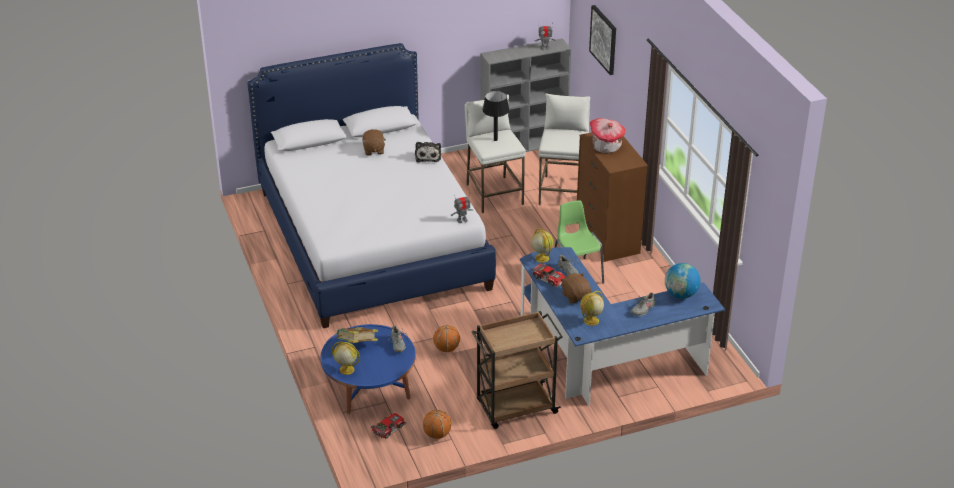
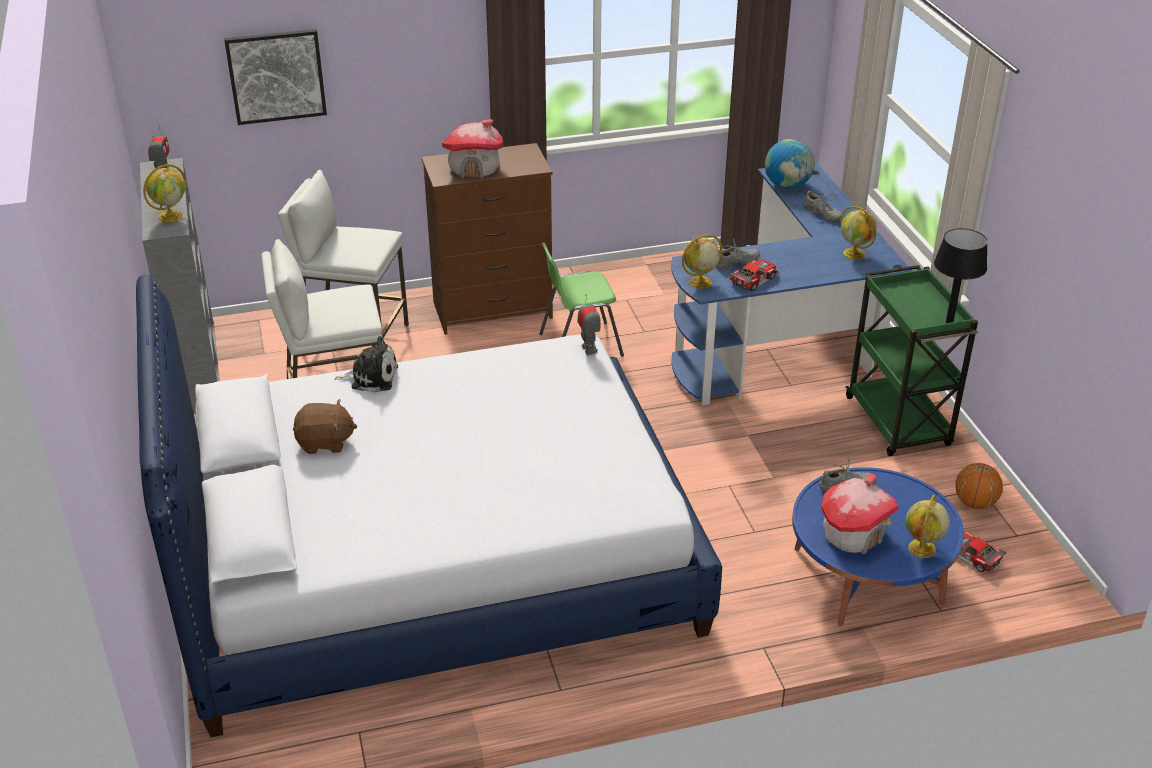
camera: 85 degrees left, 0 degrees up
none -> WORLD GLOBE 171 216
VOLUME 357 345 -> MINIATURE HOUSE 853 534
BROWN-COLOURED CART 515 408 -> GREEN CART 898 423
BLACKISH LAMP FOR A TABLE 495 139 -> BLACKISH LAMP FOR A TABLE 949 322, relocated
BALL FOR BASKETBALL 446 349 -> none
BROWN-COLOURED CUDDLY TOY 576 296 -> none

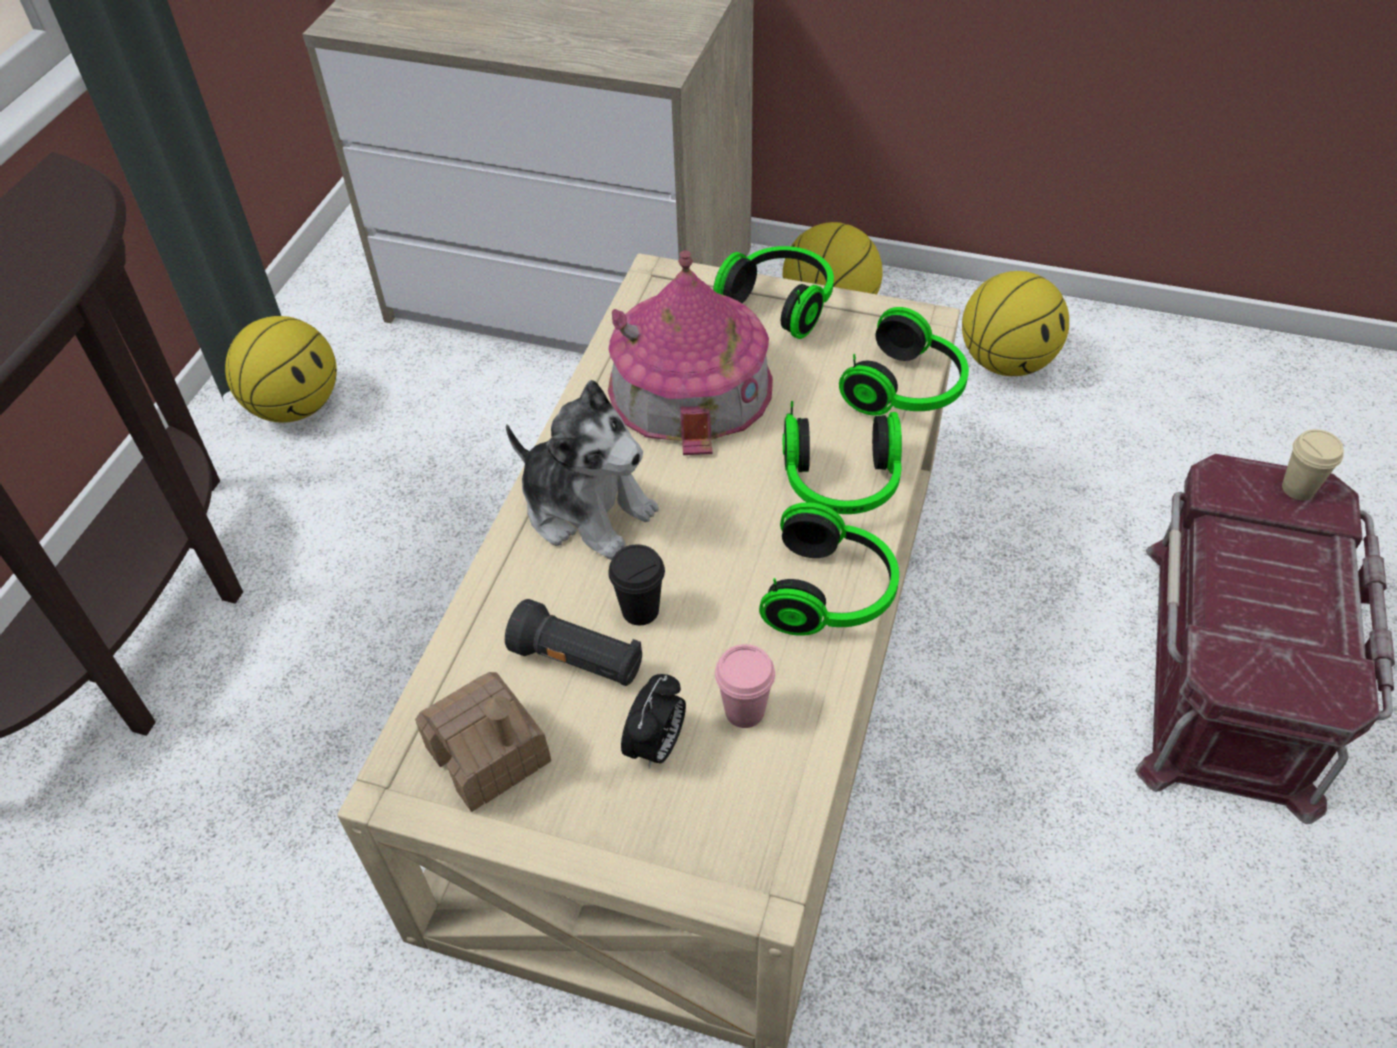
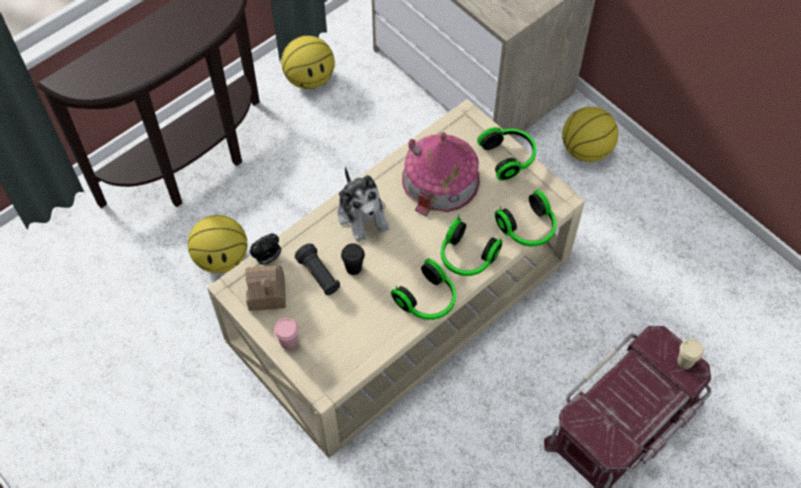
camera: 30 degrees right, 10 degrees up
BALL FOR BASKETBALL 1007 362 -> BALL FOR BASKETBALL 222 258, relocated
BEDSIDE CLOCK 656 747 -> BEDSIDE CLOCK 267 258, relocated
PINK-COLOURED SMALL CUP 744 711 -> PINK-COLOURED SMALL CUP 288 342, relocated

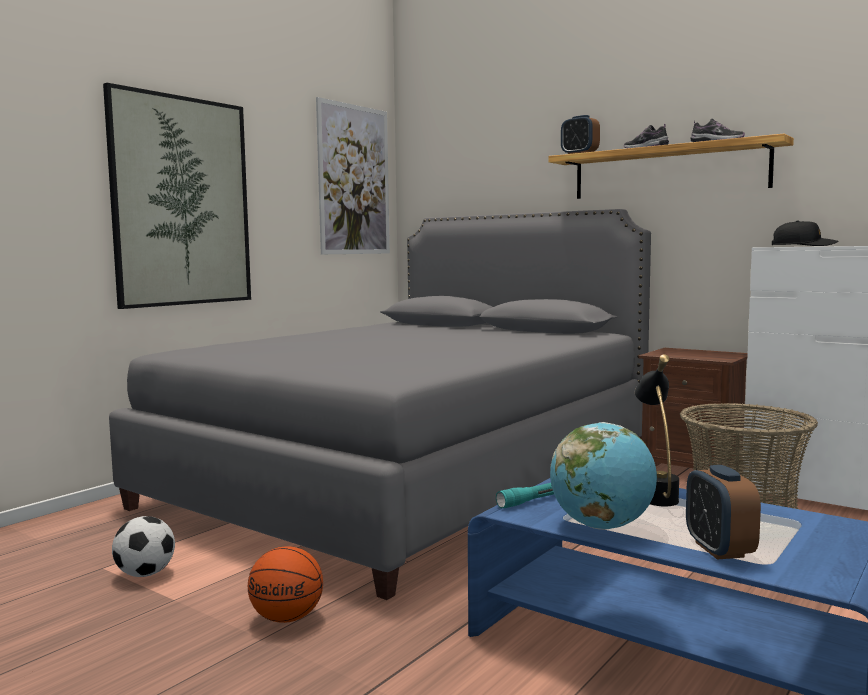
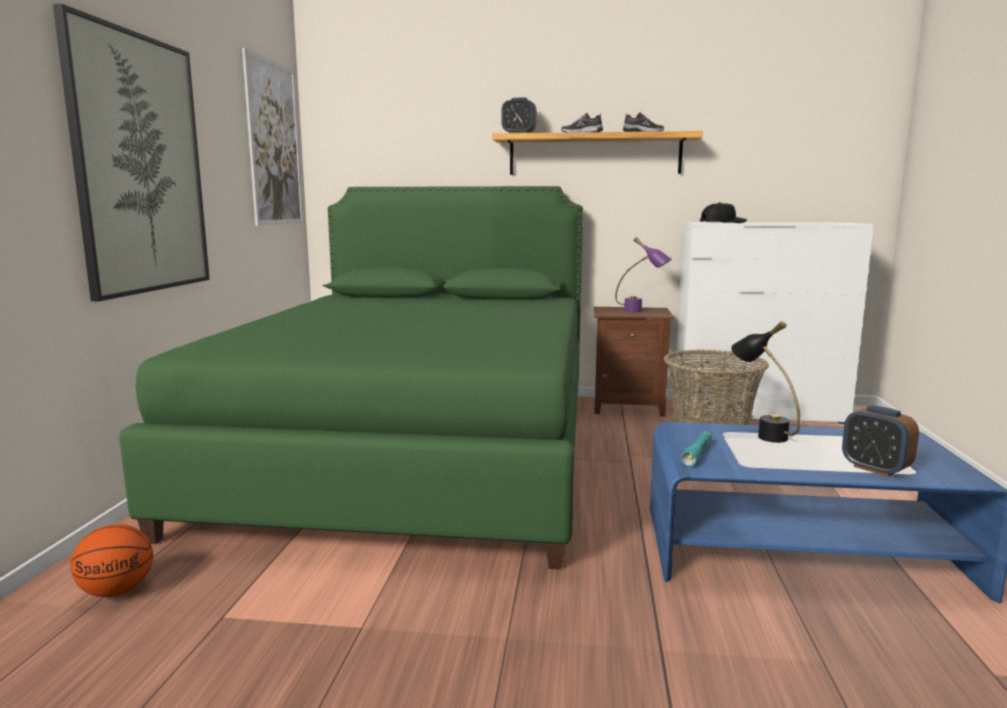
camera: 30 degrees left, 5 degrees up
BALL FOR BASKETBALL 288 618 -> BALL FOR BASKETBALL 118 591, relocated
GREY BED 408 479 -> GREEN BED 417 451
none -> PURPLISH LAMP FOR A TABLE 641 311
BALL FOR FOOTBALL 145 574 -> none
WORLD GLOBE 602 526 -> none

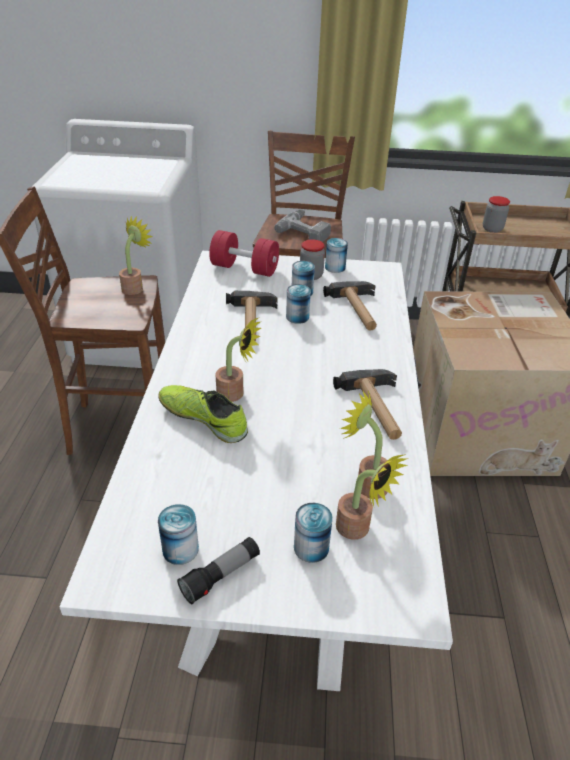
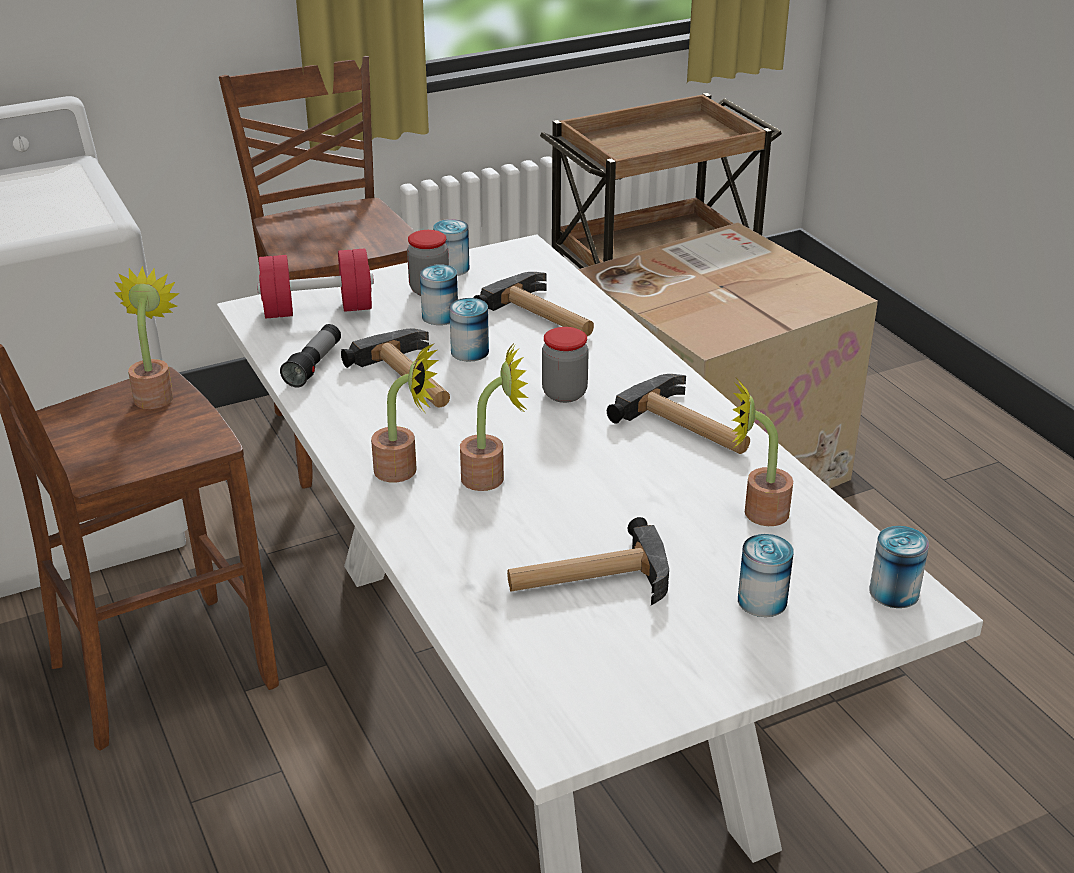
camera: 30 degrees left, 5 degrees down
HAND TORCH 221 576 -> HAND TORCH 314 365, relocated
PLANT IN A POT 358 530 -> PLANT IN A POT 404 471, relocated
none -> HAND HAMMER 587 579
STORAGE JAR 492 229 -> STORAGE JAR 564 393, relocated
CAN 180 549 -> CAN 894 592, relocated
ITEM OF FOOTWEAR 203 419 -> none
DRILL 307 231 -> none

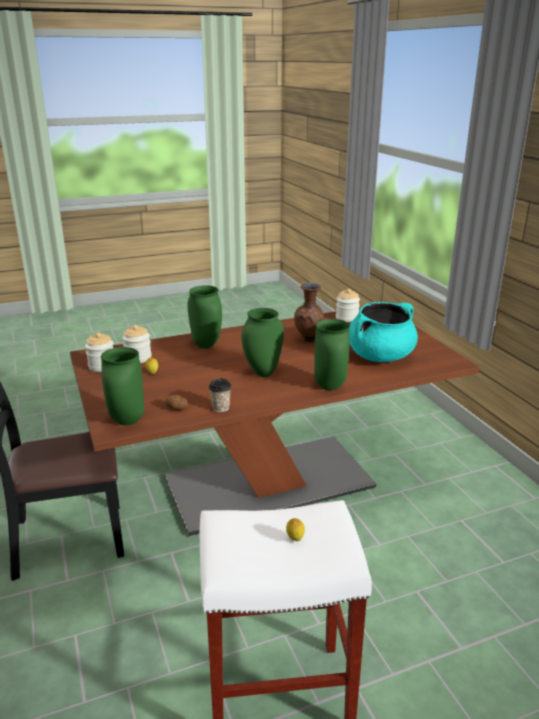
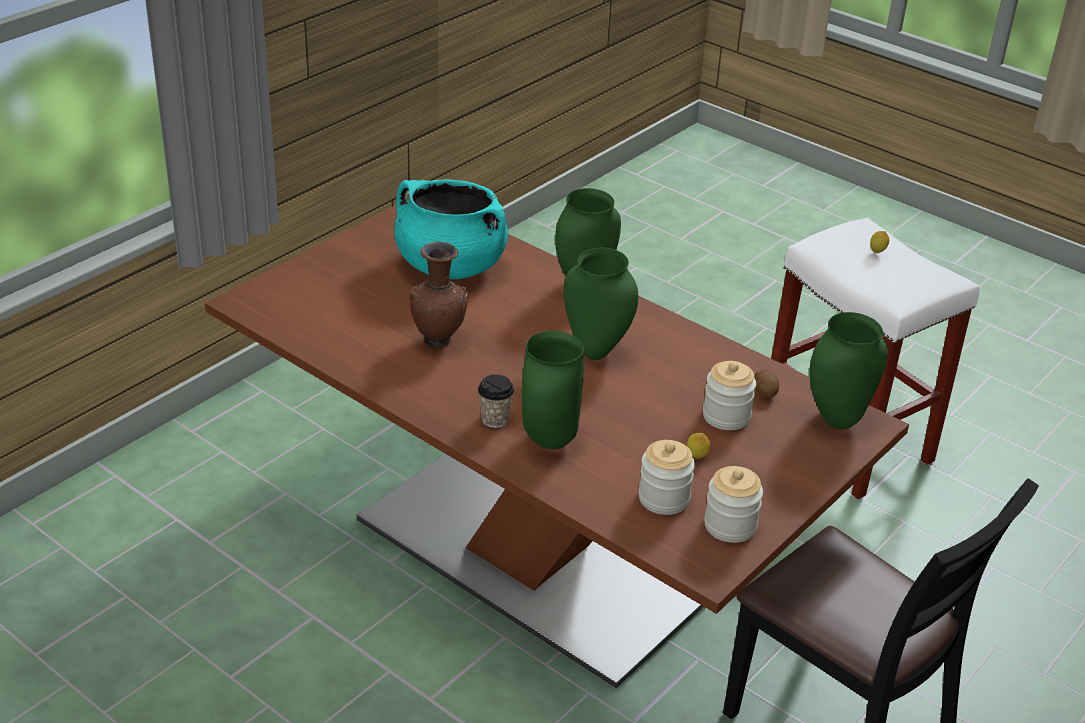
camera: 120 degrees left, 10 degrees up
SMALL CUP 220 407 -> SMALL CUP 495 419, relocated
STORAGE JAR 347 318 -> STORAGE JAR 726 416, relocated

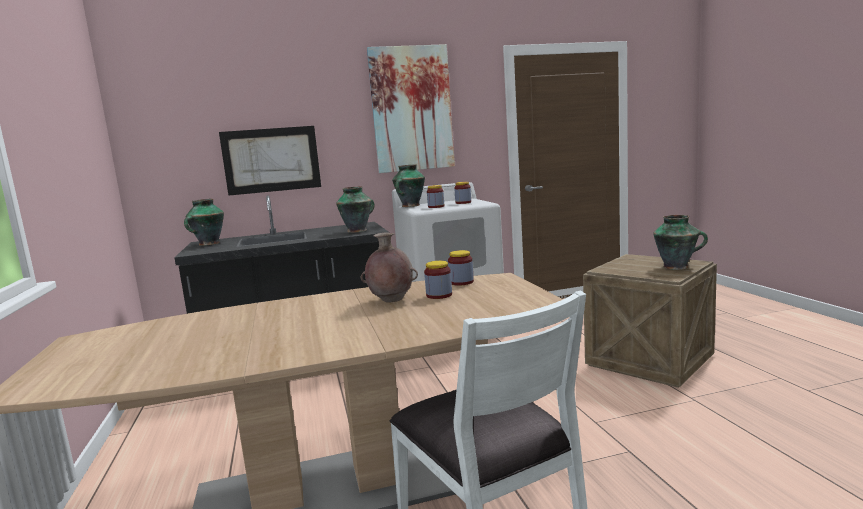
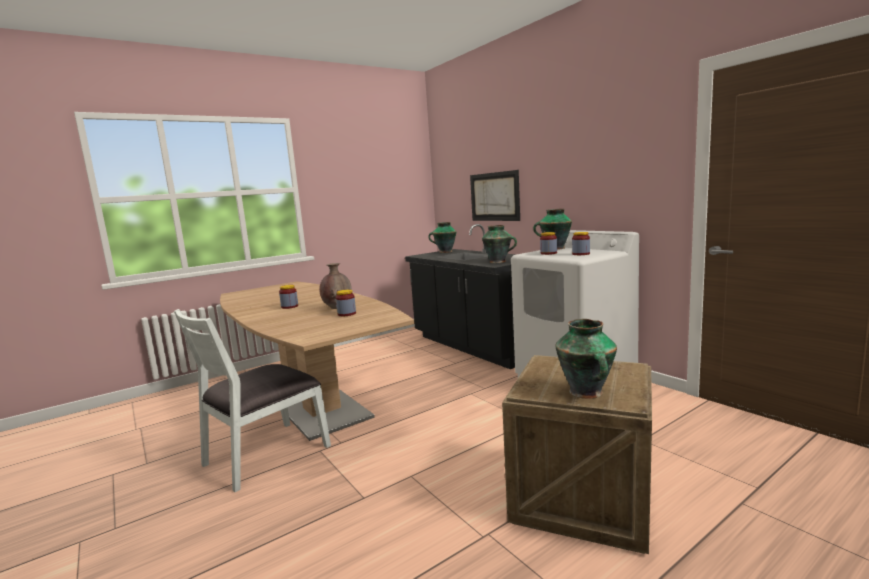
camera: 70 degrees right, 0 degrees up
STORAGE JAR 461 282 -> STORAGE JAR 289 306, relocated
WALL ART 411 109 -> none

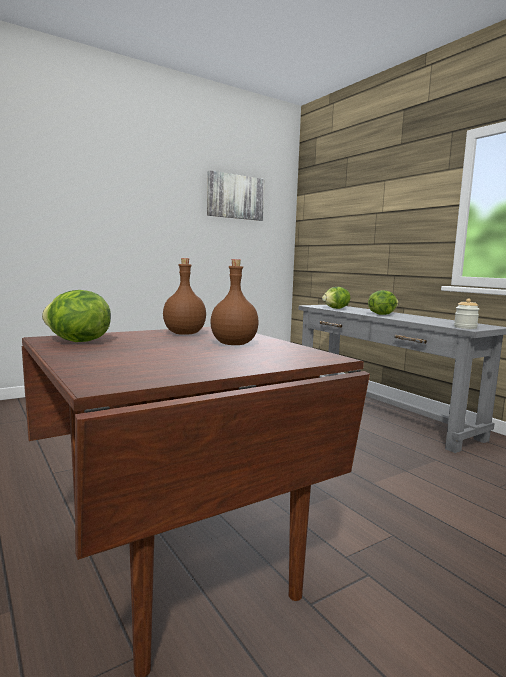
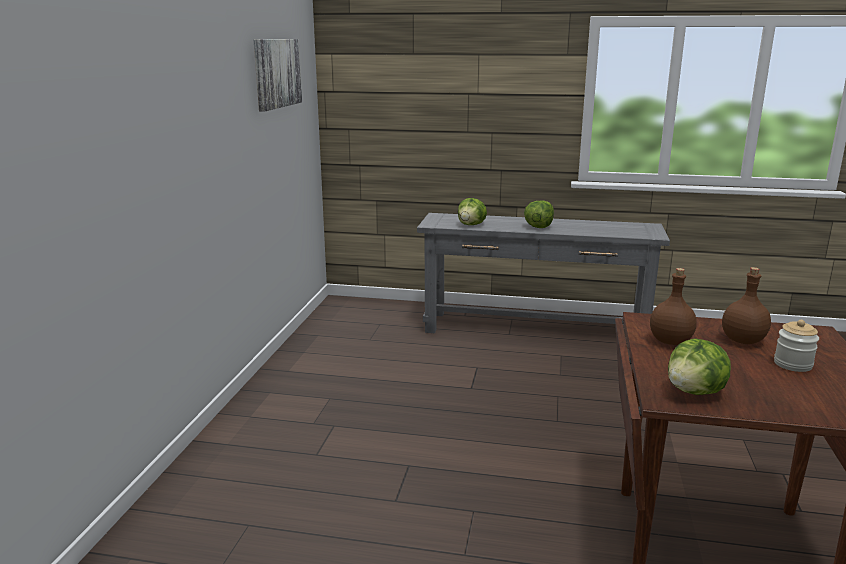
camera: 45 degrees left, 10 degrees up
STORAGE JAR 465 327 -> STORAGE JAR 793 364, relocated

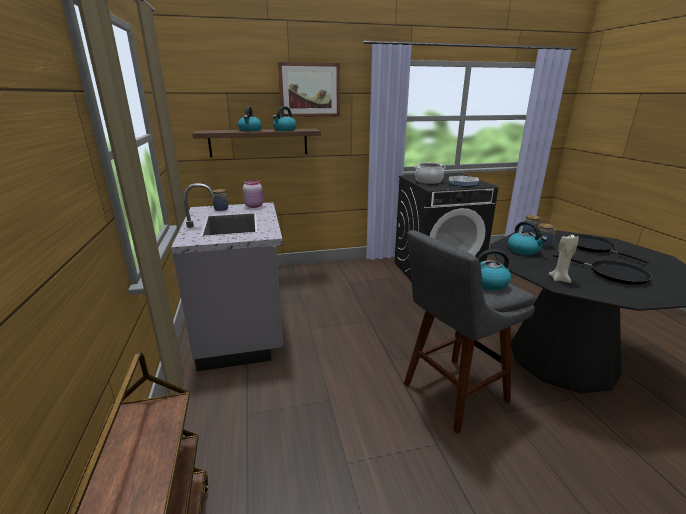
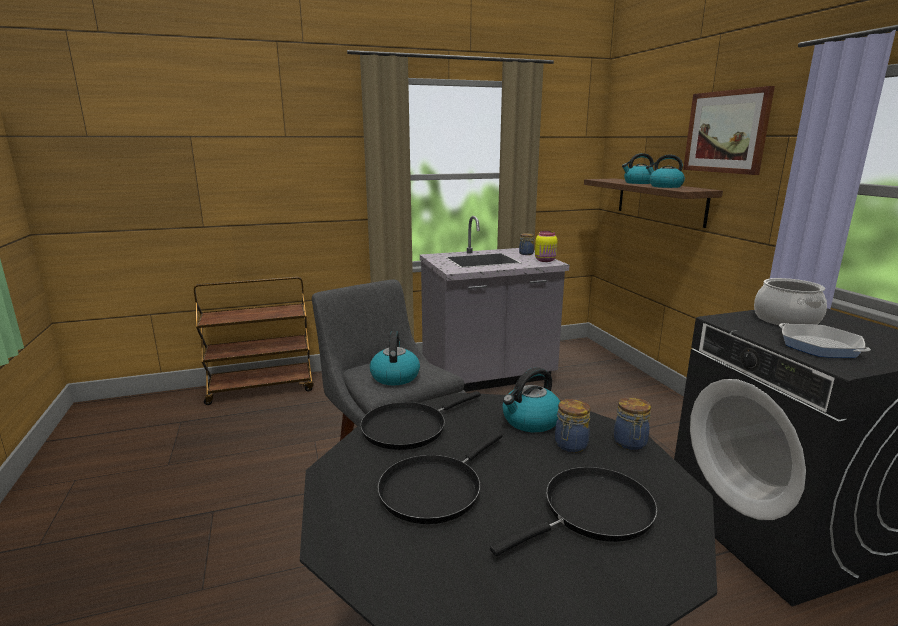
camera: 85 degrees right, 5 degrees down
BEIGE WAX LIGHT 559 279 -> BLACKISH FRYING PAN 409 428
PINK-COLOURED STORAGE JAR 254 206 -> YELLOW-COLOURED STORAGE JAR 545 260

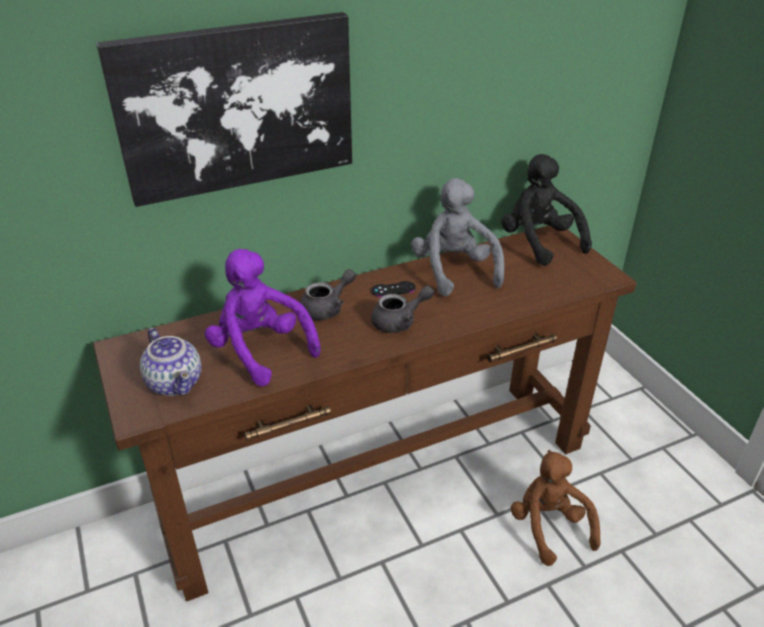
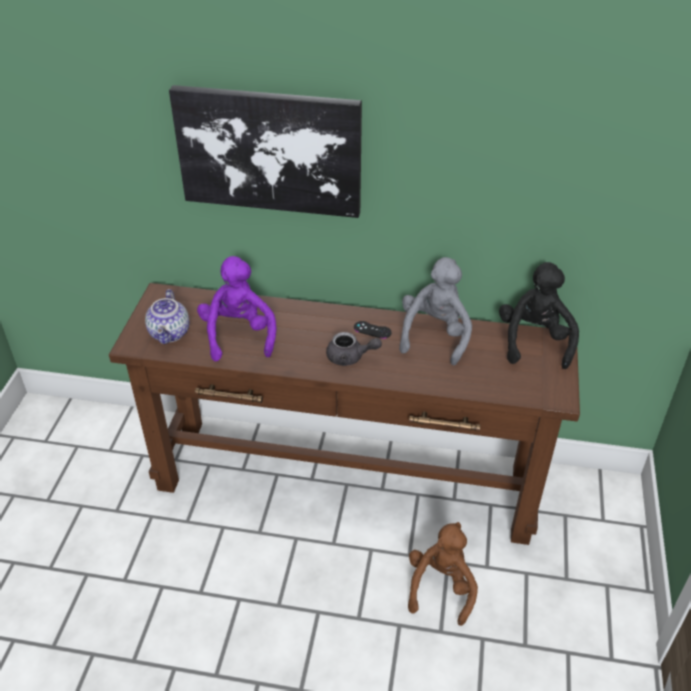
camera: 35 degrees right, 5 degrees up
GREY TEA POT 327 308 -> none

